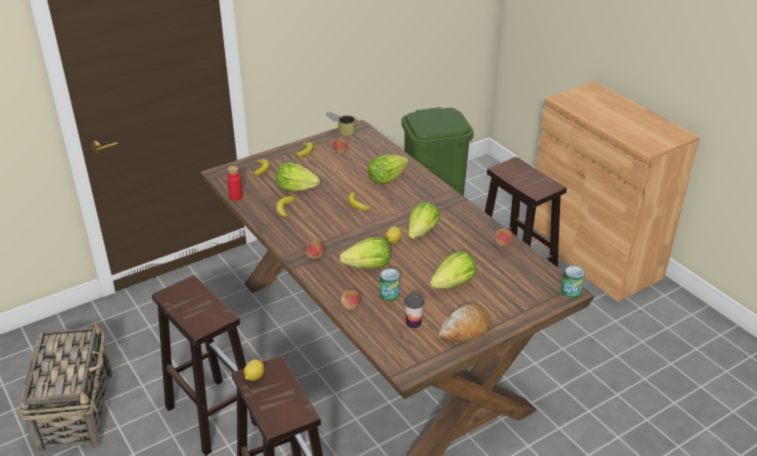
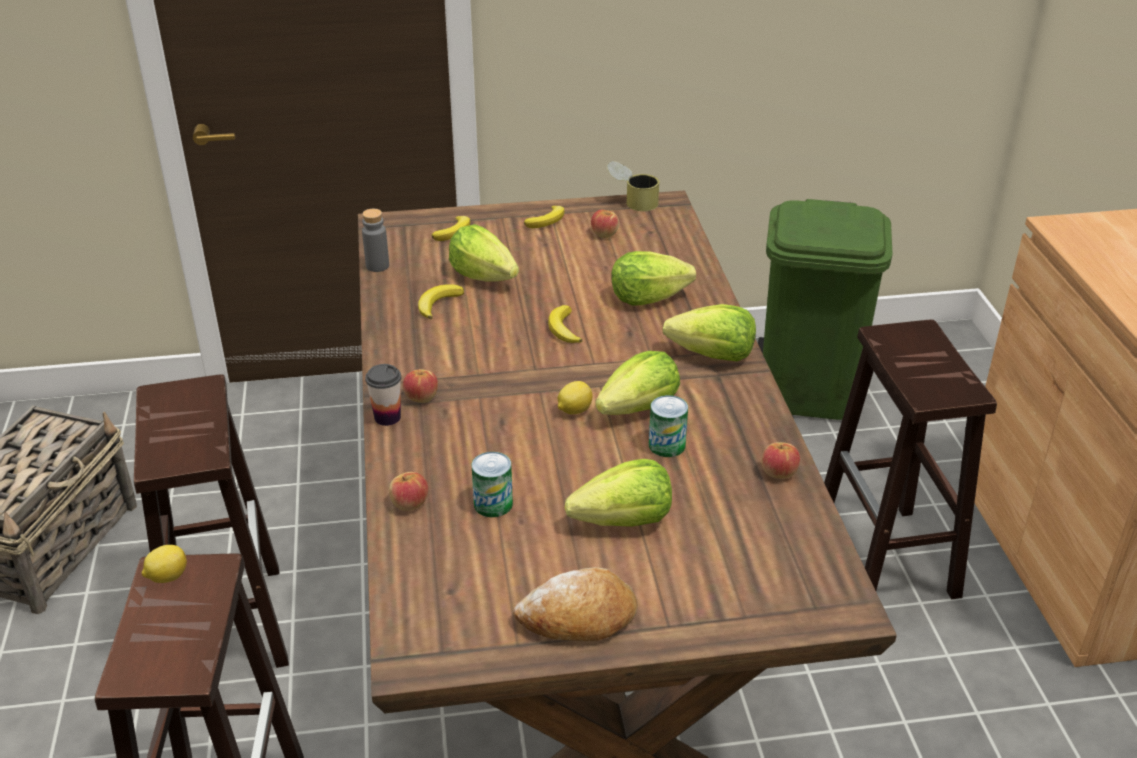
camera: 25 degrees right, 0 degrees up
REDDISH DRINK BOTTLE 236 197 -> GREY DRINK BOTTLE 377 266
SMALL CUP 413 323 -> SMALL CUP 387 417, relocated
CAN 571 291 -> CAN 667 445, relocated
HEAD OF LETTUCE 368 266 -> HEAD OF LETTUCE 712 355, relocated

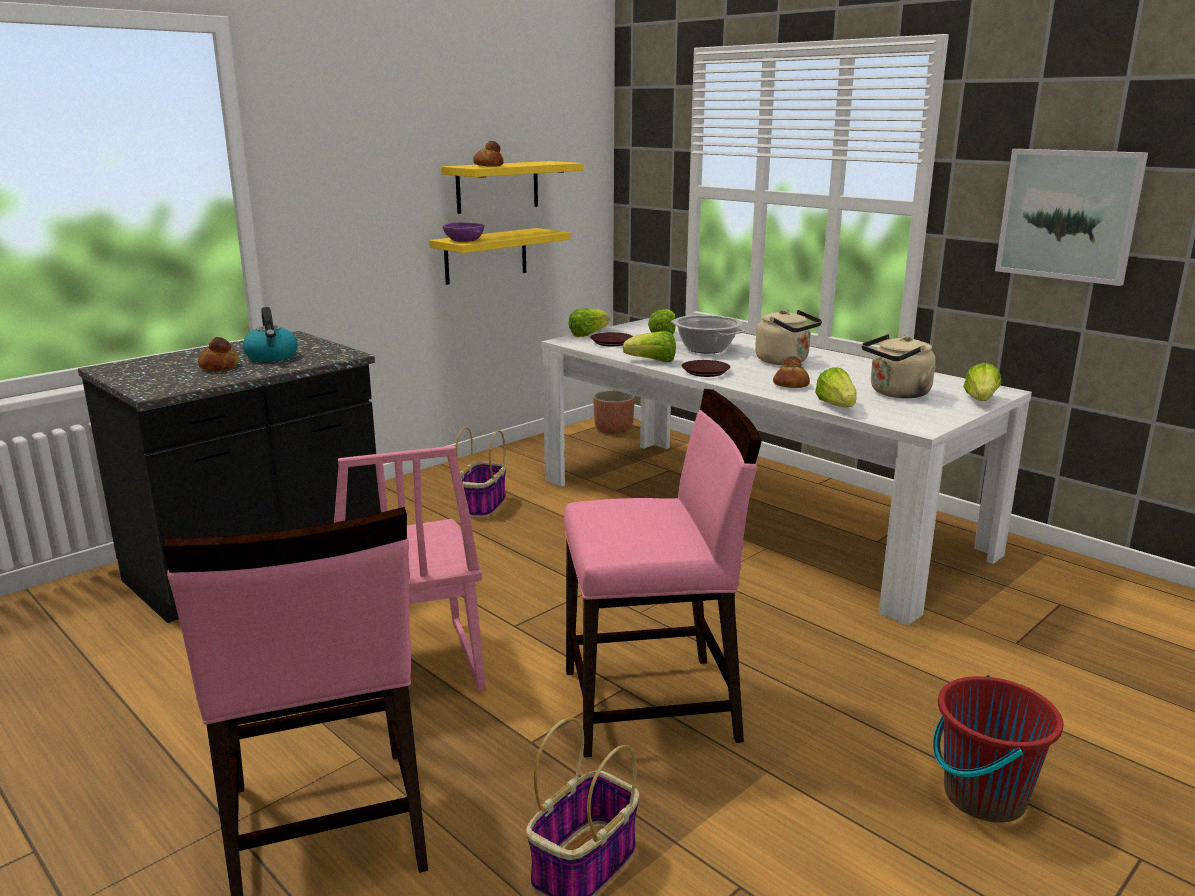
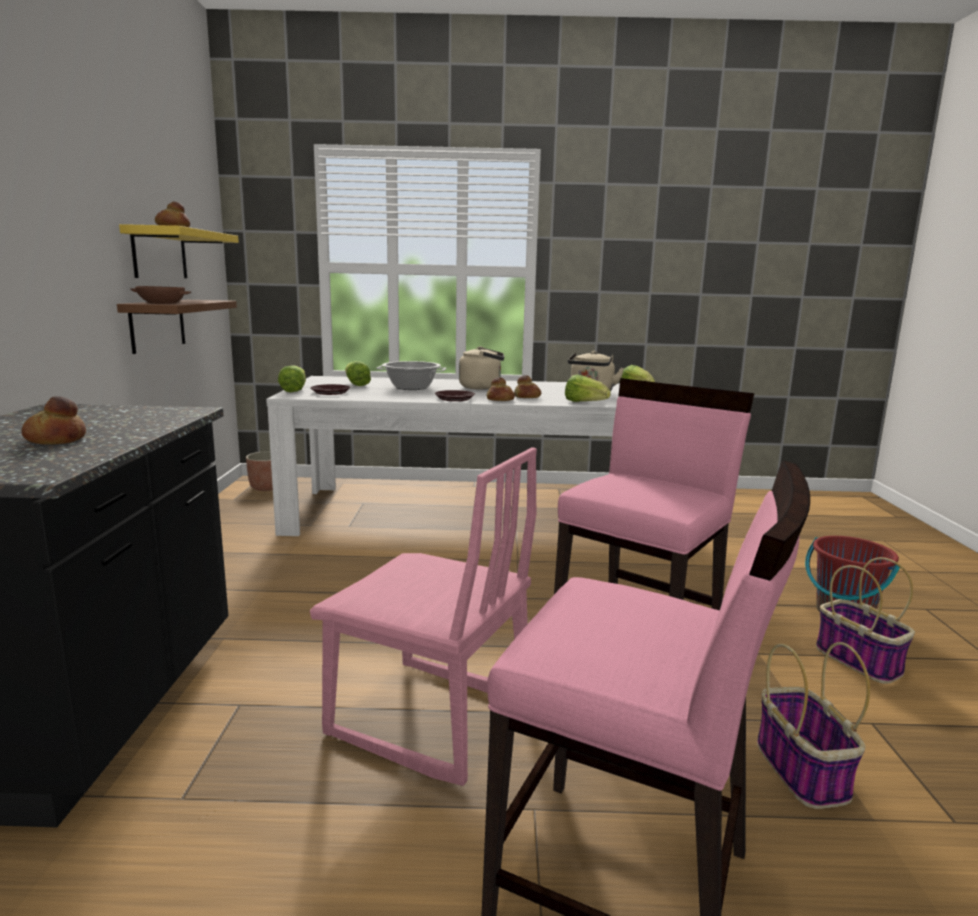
camera: 45 degrees left, 5 degrees down
YELLOW-COLOURED SHELF 486 256 -> BROWN-COLOURED SHELF 157 325
PURPLISH SERVING BOWL 465 240 -> BROWN-COLOURED SERVING BOWL 162 303
none -> BAKERY BREAD 500 400
HOUSEHOLD BASKET 482 506 -> HOUSEHOLD BASKET 860 661, relocated
WATER KETTLE 272 357 -> none
HEAD OF LETTUCE 652 361 -> none
WALL ART 1068 215 -> none

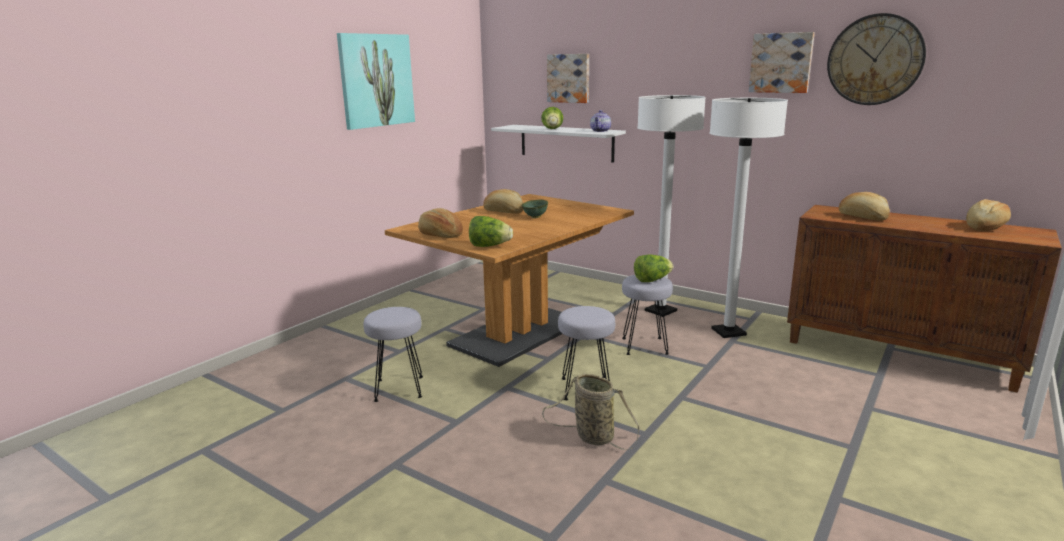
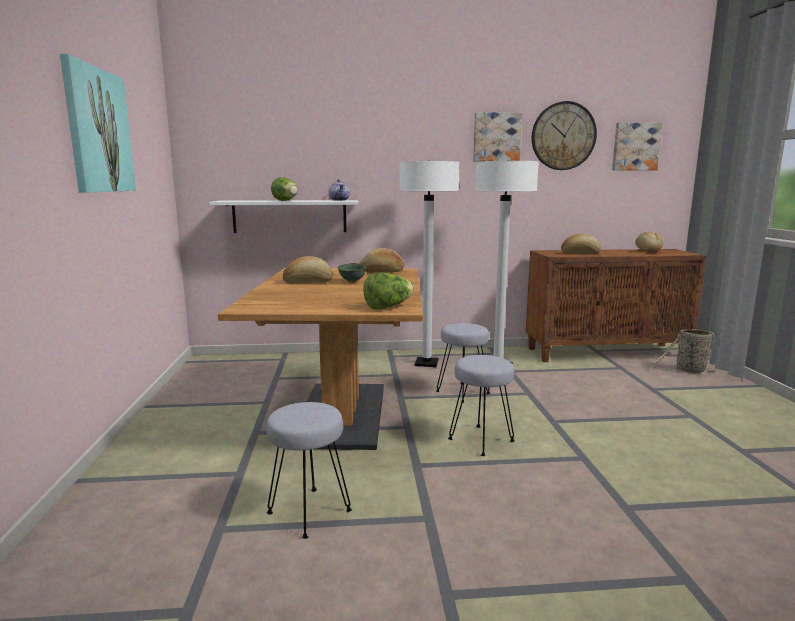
camera: 40 degrees left, 5 degrees down
BAKERY BREAD 440 235 -> BAKERY BREAD 382 271, relocated
WALL ART 569 78 -> WALL ART 635 147, relocated
HOUSEHOLD BASKET 591 436 -> HOUSEHOLD BASKET 688 370, relocated
HEAD OF LETTUCE 652 280 -> none

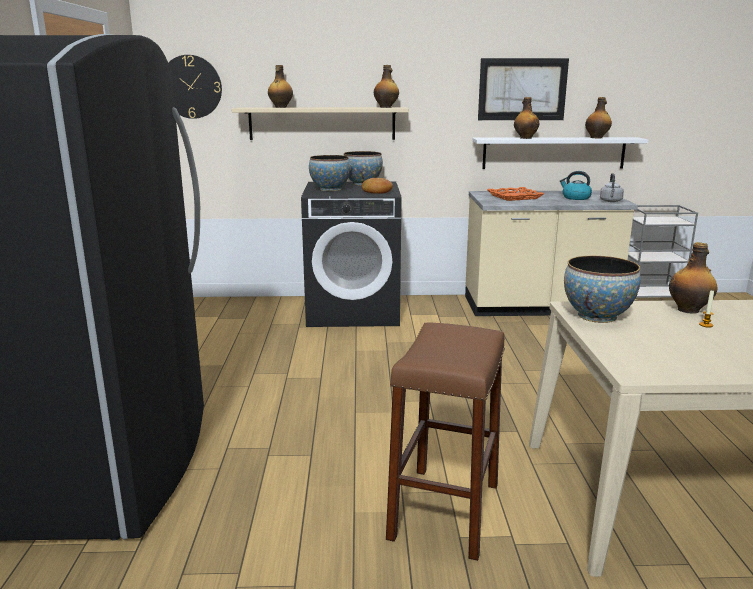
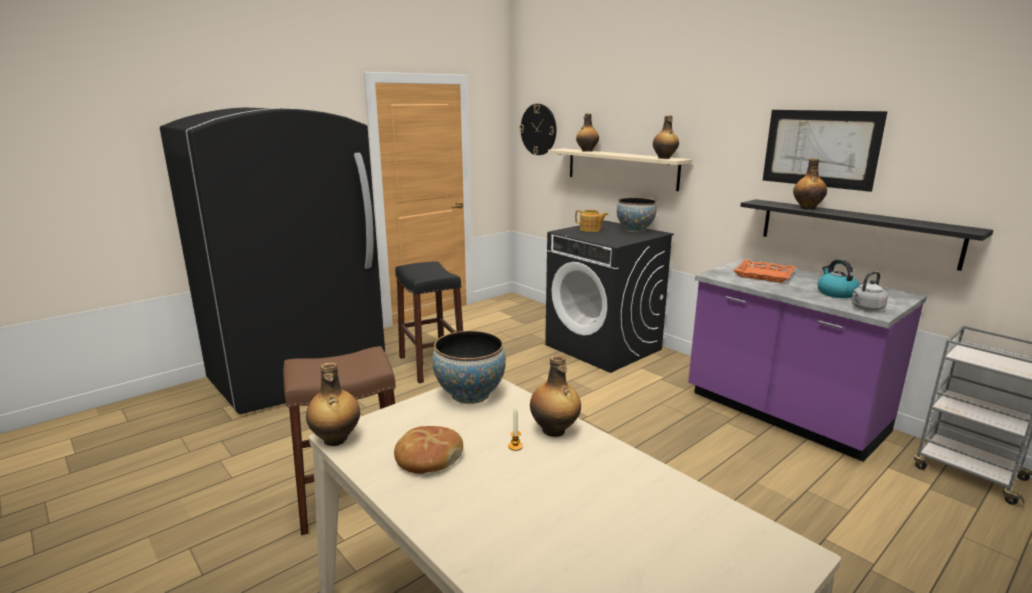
camera: 50 degrees right, 0 degrees up
DRINK BOTTLE 597 138 -> DRINK BOTTLE 335 440, relocated
BAKERY BREAD 377 192 -> BAKERY BREAD 428 458, relocated
none -> BLACKISH STOOL 431 365
SERVING BOWL 330 189 -> TEA POT 590 230
BEIGE KITCHEN COUNTER 538 307 -> PURPLISH KITCHEN COUNTER 783 414
WHITE SHELF 553 153 -> BLACKISH SHELF 855 232

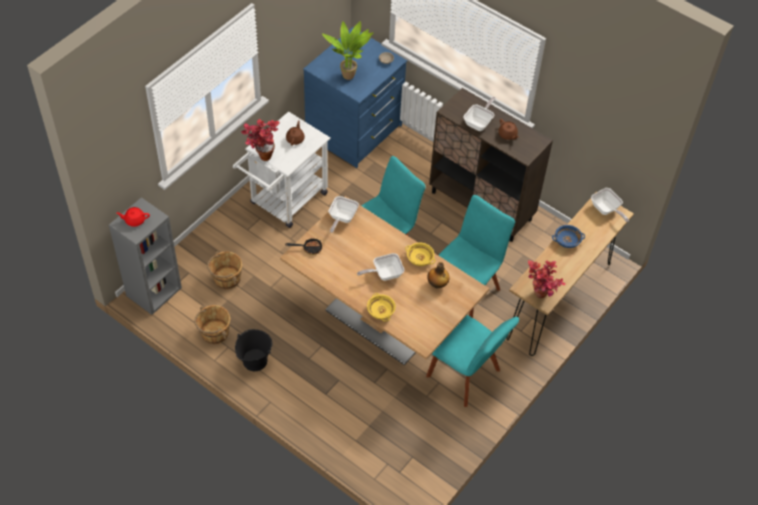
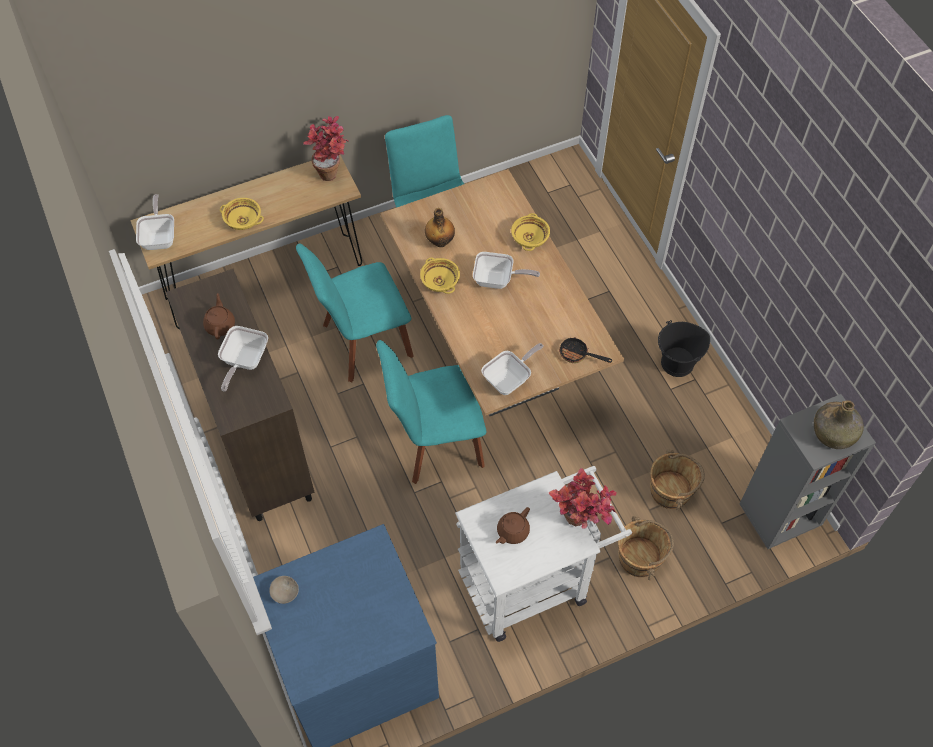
camera: 150 degrees left, 5 degrees up
FRYING PAN 479 122 -> FRYING PAN 244 362, 45 degrees counterclockwise
BLUE SERVING BOWL 567 241 -> YELLOW-COLOURED SERVING BOWL 243 220
BROWN-COLOURED WATER BUCKET 214 332 -> BROWN-COLOURED WATER BUCKET 640 558, relocated
REDDISH TEA POT 134 220 -> GREEN DRINK BOTTLE 834 433
PLANT IN A POT 349 75 -> none

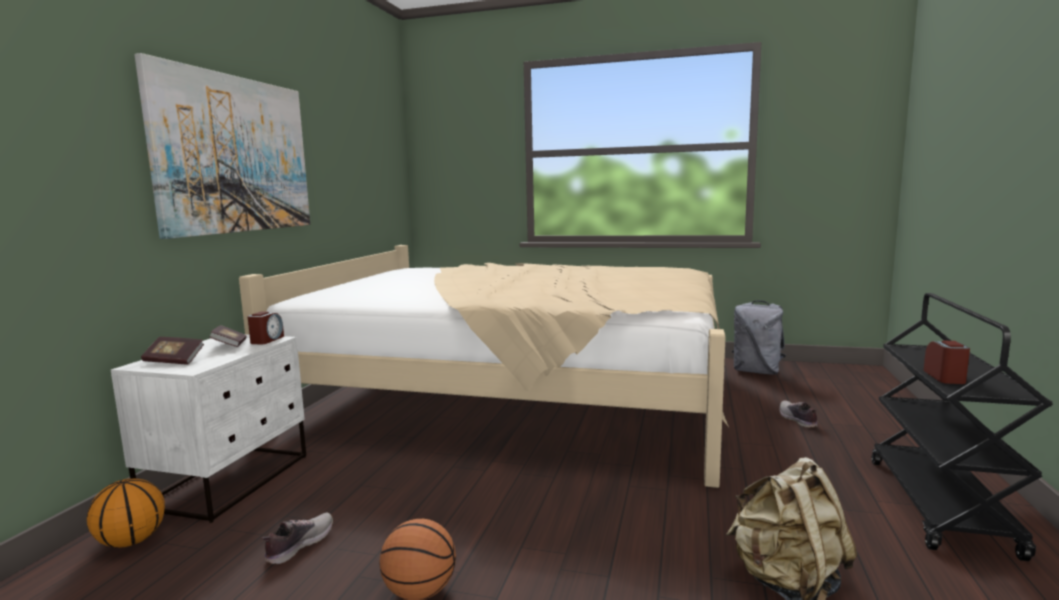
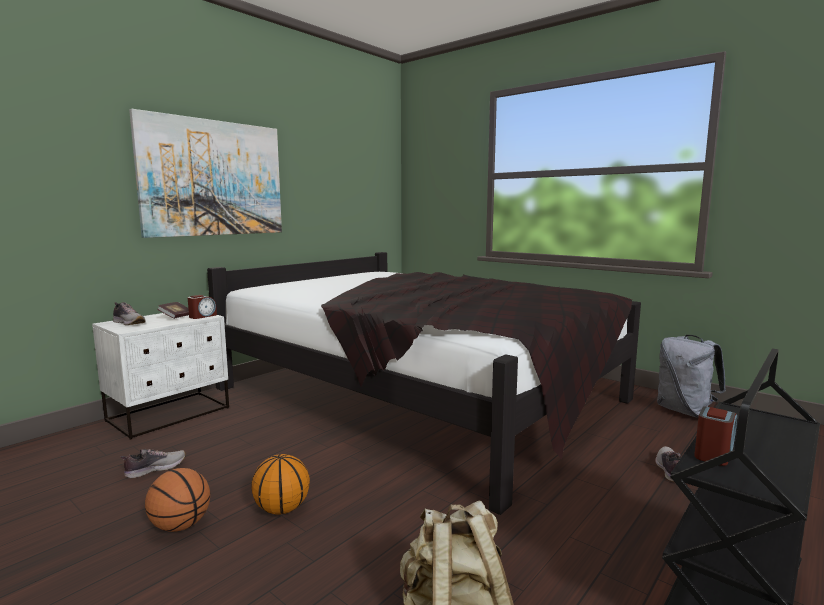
camera: 25 degrees right, 0 degrees up
VOLUME 174 361 -> ITEM OF FOOTWEAR 129 323
BEIGE BED 518 399 -> BLACKISH BED 421 394
BALL FOR BASKETBALL 131 541 -> BALL FOR BASKETBALL 282 509, relocated

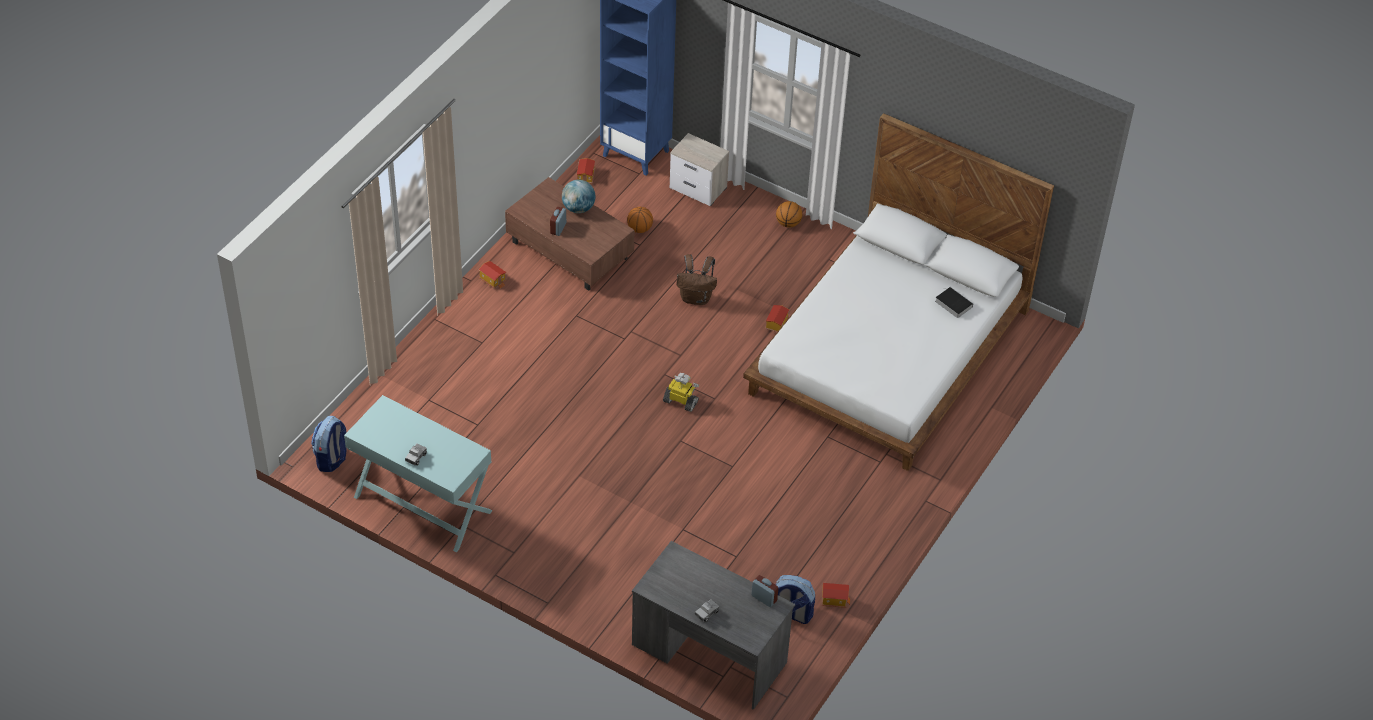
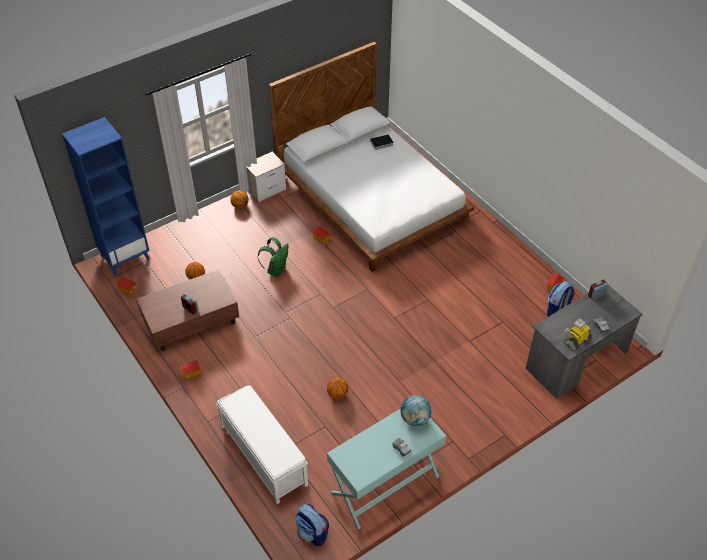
camera: 65 degrees left, 0 degrees up
none -> WHITE LONG SEAT 263 454
BEDSIDE TABLE 699 188 -> BEDSIDE TABLE 267 189, relocated
BROWN-COLOURED KNAPSACK 696 298 -> GREEN KNAPSACK 276 269
none -> BALL FOR BASKETBALL 337 394
WORLD GLOBE 578 208 -> WORLD GLOBE 415 419, relocated
ROBOT FIGURE 681 401 -> ROBOT FIGURE 576 340, relocated

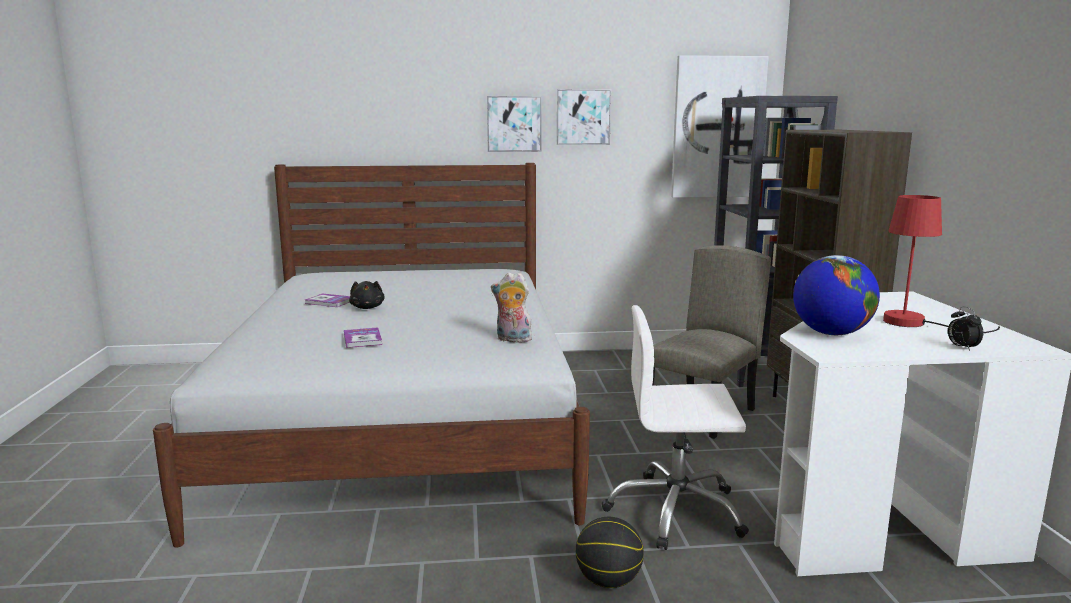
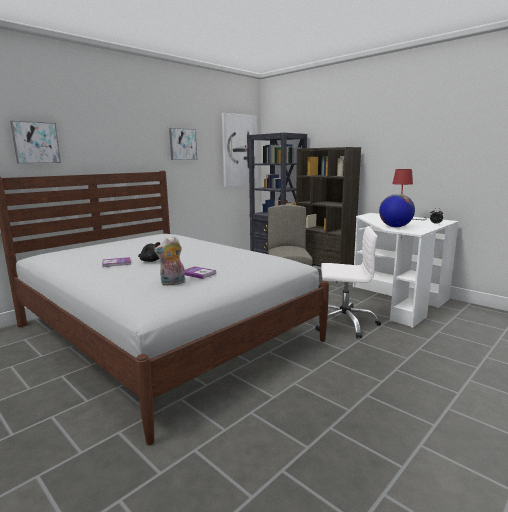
camera: 40 degrees left, 0 degrees up
WALL ART 514 124 -> WALL ART 36 142, relocated
CUDDLY TOY 512 340 -> CUDDLY TOY 172 283, relocated
WHITE DESK CHAIR 675 511 -> WHITE DESK CHAIR 344 323, 135 degrees counterclockwise
BALL FOR BASKETBALL 608 581 -> none

